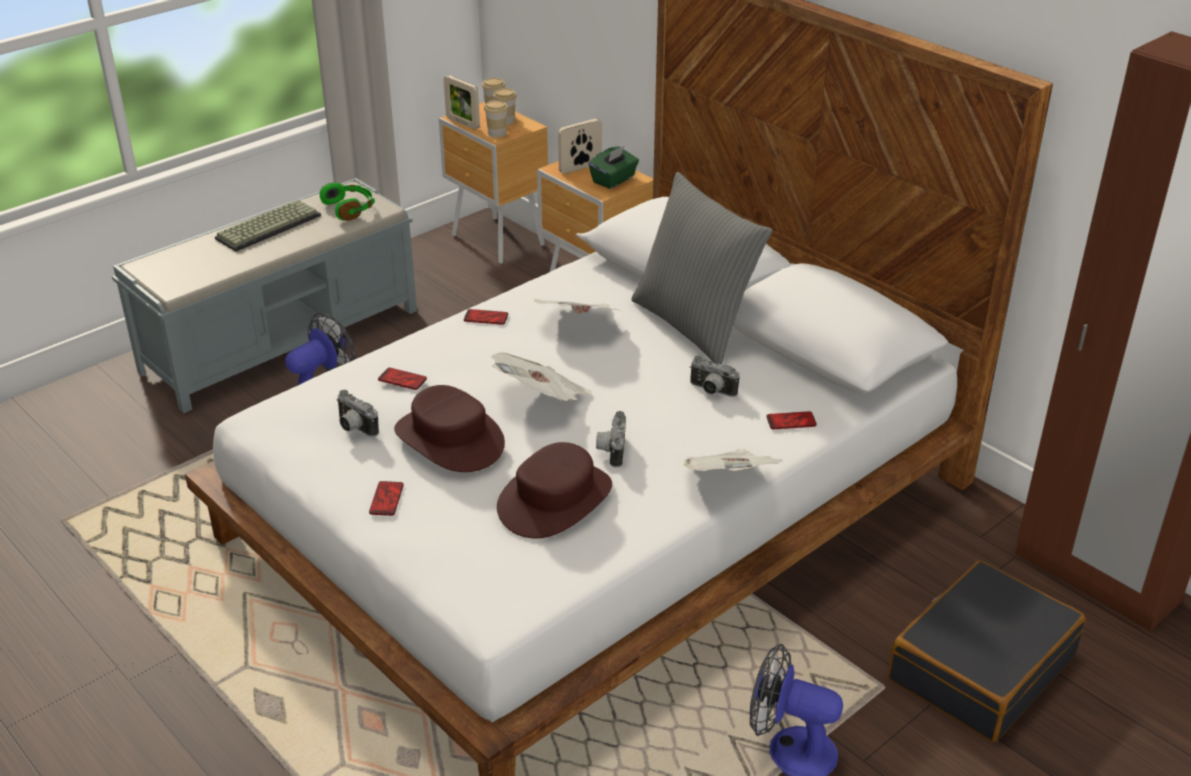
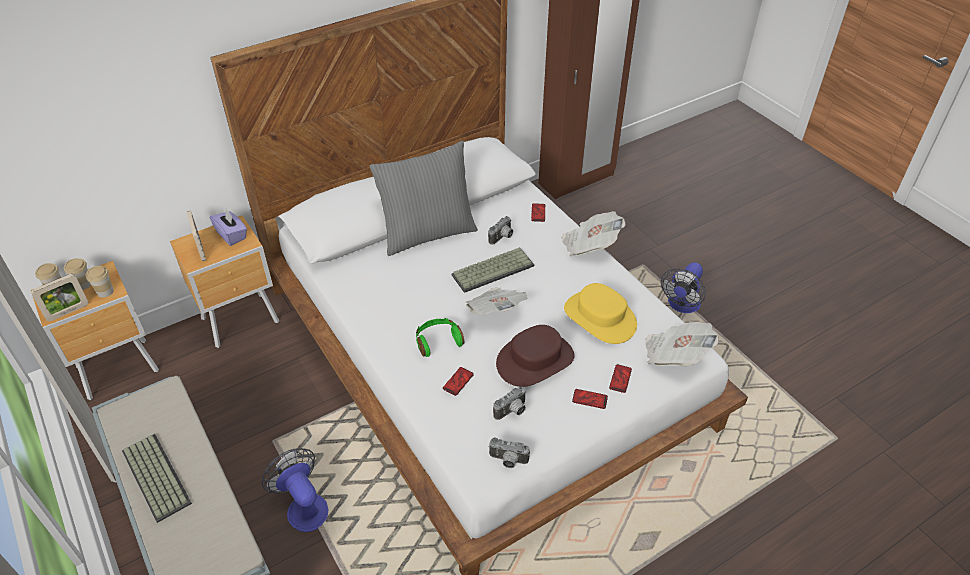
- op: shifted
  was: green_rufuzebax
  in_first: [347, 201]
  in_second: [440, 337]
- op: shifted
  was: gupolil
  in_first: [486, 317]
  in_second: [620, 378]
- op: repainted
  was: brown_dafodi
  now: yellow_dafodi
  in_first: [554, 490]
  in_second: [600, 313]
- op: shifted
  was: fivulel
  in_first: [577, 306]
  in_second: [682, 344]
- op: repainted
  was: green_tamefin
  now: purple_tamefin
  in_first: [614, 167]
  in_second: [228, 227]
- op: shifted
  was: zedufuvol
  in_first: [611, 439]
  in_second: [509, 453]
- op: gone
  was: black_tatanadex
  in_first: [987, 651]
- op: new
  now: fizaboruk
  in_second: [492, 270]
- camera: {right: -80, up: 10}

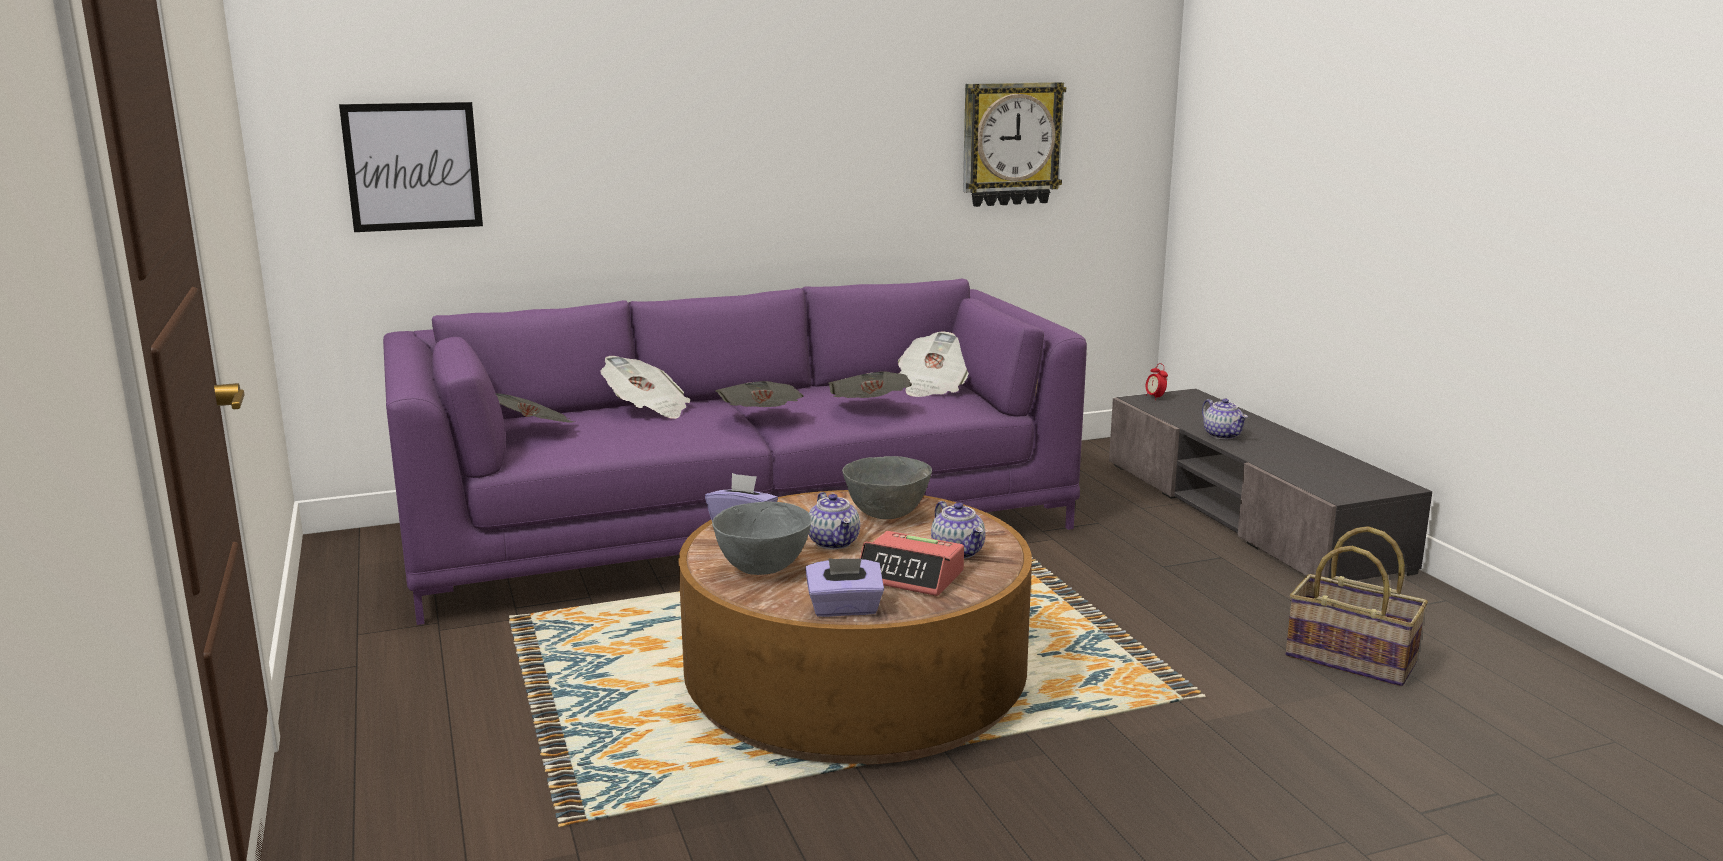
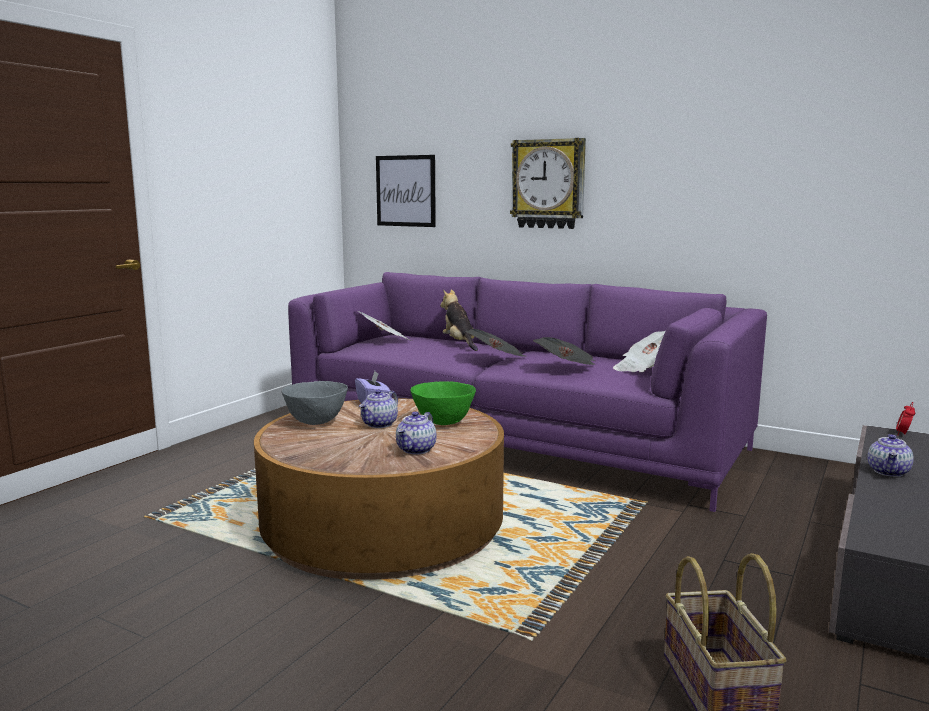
- op: swapped
  was: fivulel
  now: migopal
  in_first: [645, 387]
  in_second: [459, 320]
- op: gone
  was: purple_tamefin
  in_first: [844, 587]
- op: repainted
  was: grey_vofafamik
  now: green_vofafamik
  in_first: [887, 487]
  in_second: [443, 403]
- op: gone
  was: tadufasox
  in_first: [912, 563]
- op: shifted
  was: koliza
  in_first: [1014, 144]
  in_second: [548, 183]
- camera: {right: 50, up: -5}

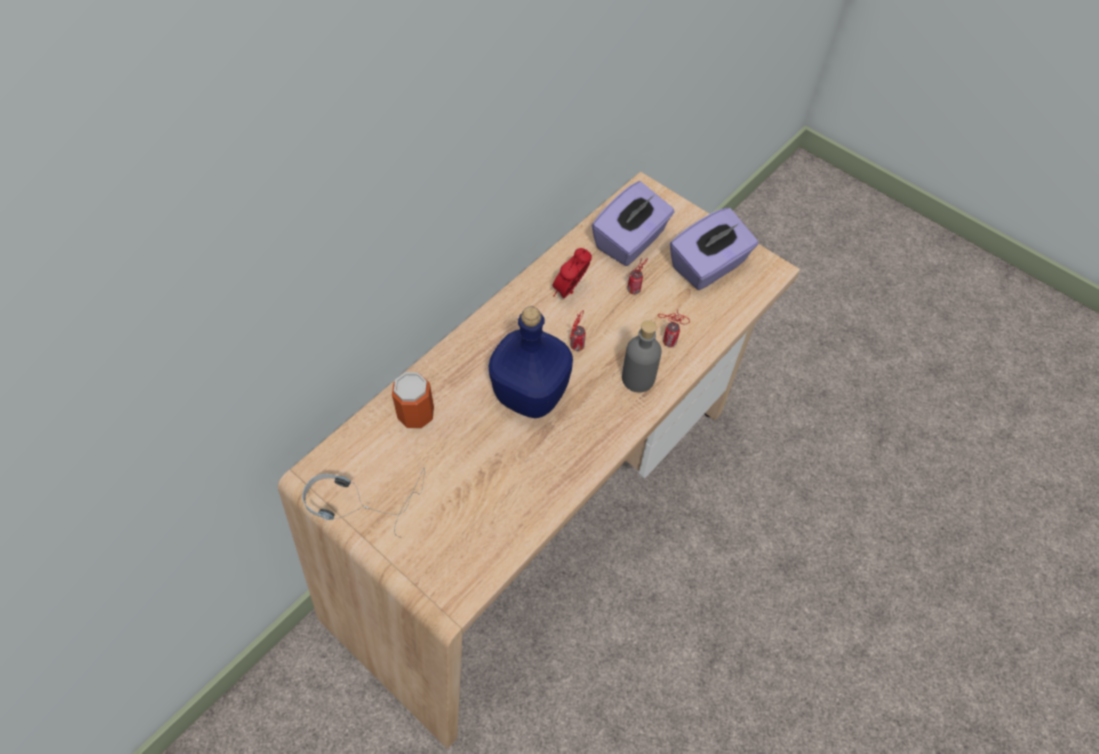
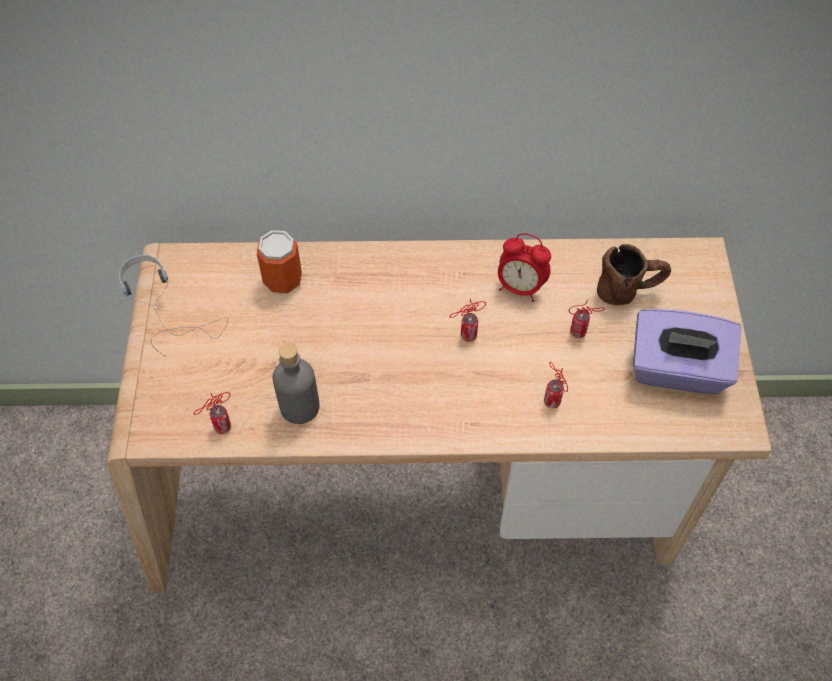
- op: gone
  was: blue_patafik
  in_first: [531, 362]
- op: rotated
  was: tadufasox
  in_first: [572, 273]
  in_second: [524, 267]
  clockwise: -150
- op: swapped
  was: purple_tamefin
  now: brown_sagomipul
  in_first: [633, 223]
  in_second: [634, 274]
- op: shifted
  was: grey_patafik
  in_first: [642, 356]
  in_second: [296, 383]
- op: new
  now: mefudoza
  in_second: [212, 413]
- camera: {right: 50, up: 0}

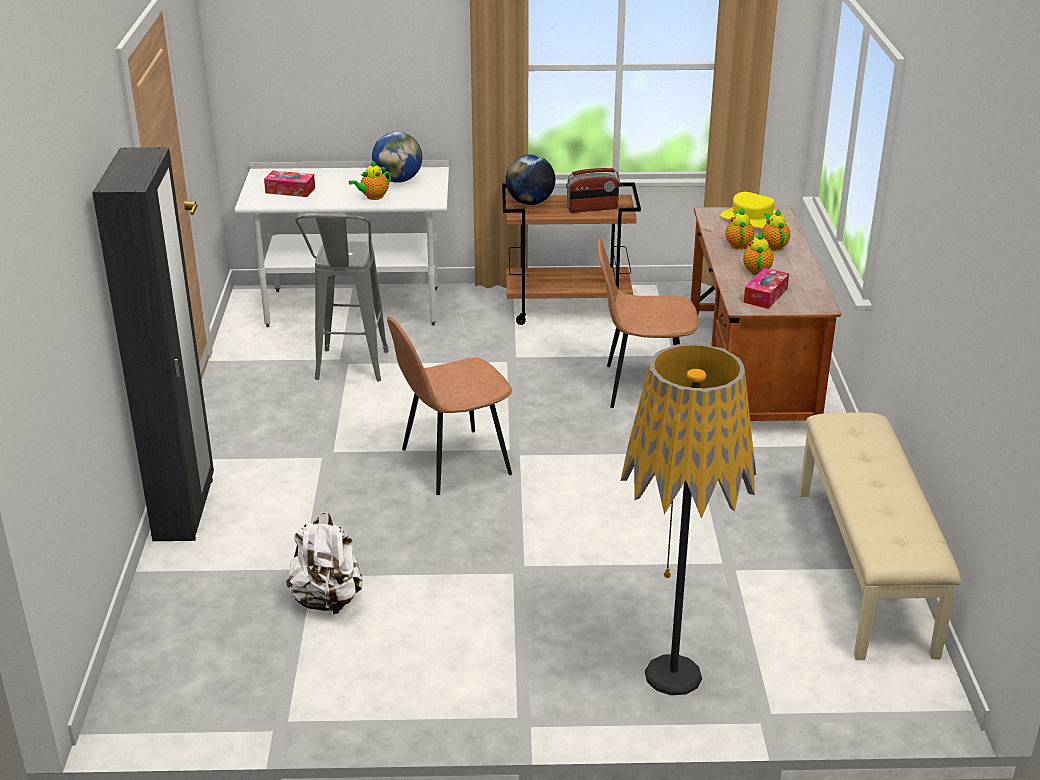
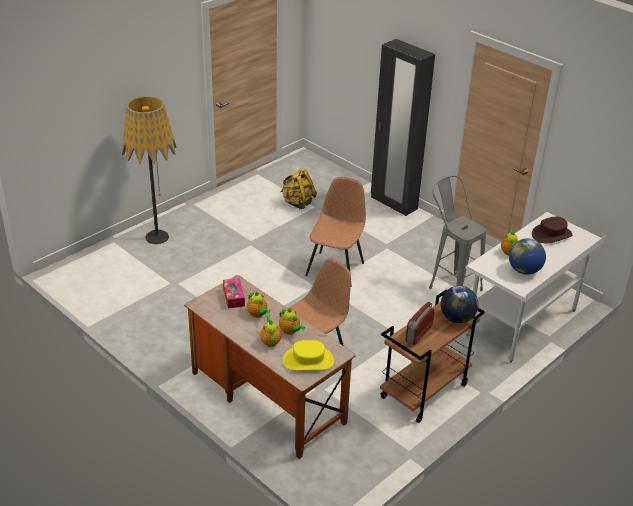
- op: swapped
  was: tamefin
  now: brown_dafodi
  in_first: [289, 184]
  in_second: [552, 230]
- op: repainted
  was: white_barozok
  now: yellow_barozok
  in_first: [324, 563]
  in_second: [298, 188]
- op: rotated
  was: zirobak
  in_first: [775, 230]
  in_second: [270, 331]
  clockwise: -135
- op: gone
  was: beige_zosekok
  in_first: [880, 536]
- camera: {right: 135, up: 5}

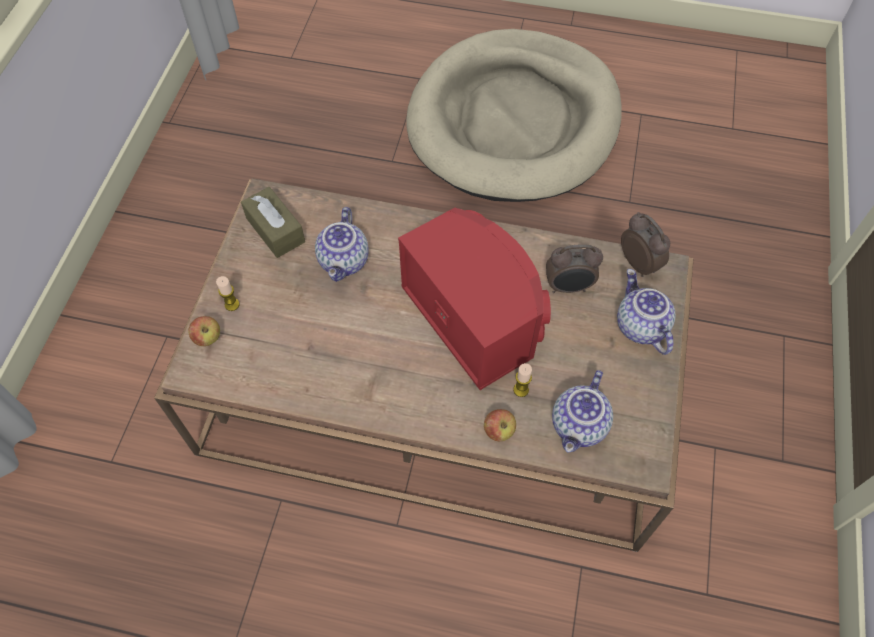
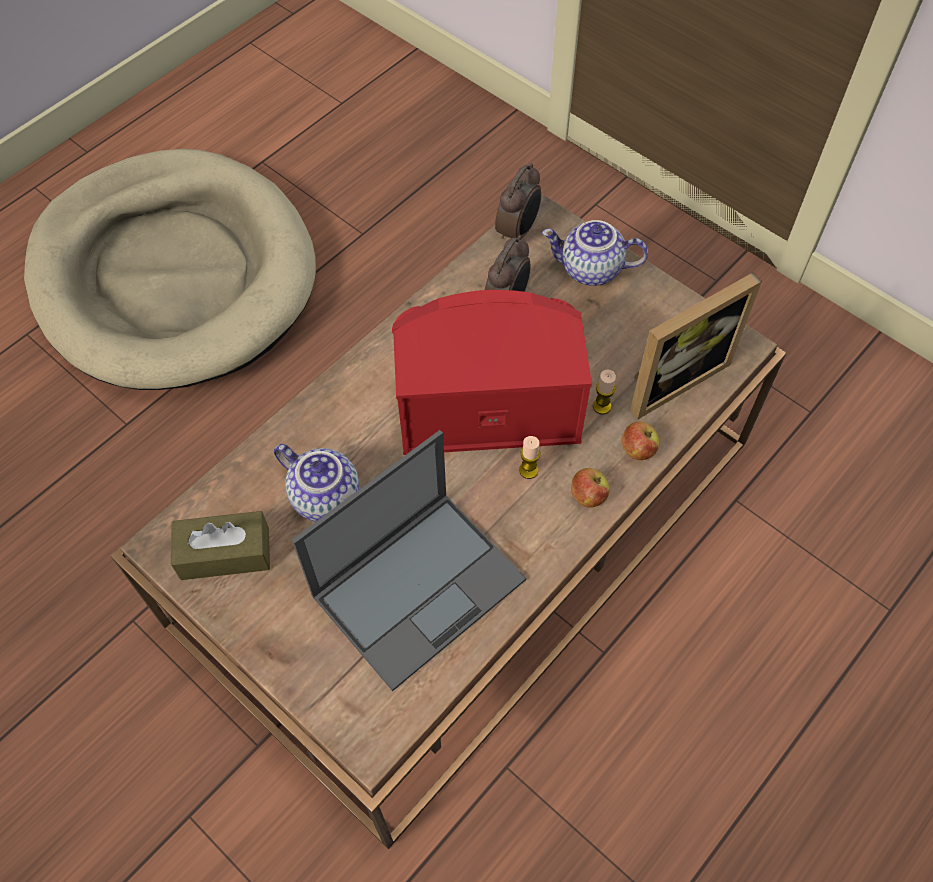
- op: shifted
  was: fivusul
  in_first: [204, 331]
  in_second: [590, 488]
- op: shifted
  was: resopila
  in_first: [227, 293]
  in_second: [530, 457]
- op: swapped
  was: zirobak
  now: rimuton
  in_first: [582, 411]
  in_second: [696, 346]
- op: rotated
  was: tadufasox
  in_first: [645, 244]
  in_second: [518, 201]
  clockwise: 120
- op: new
  now: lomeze
  in_second: [409, 560]
- camera: {right: -60, up: 0}

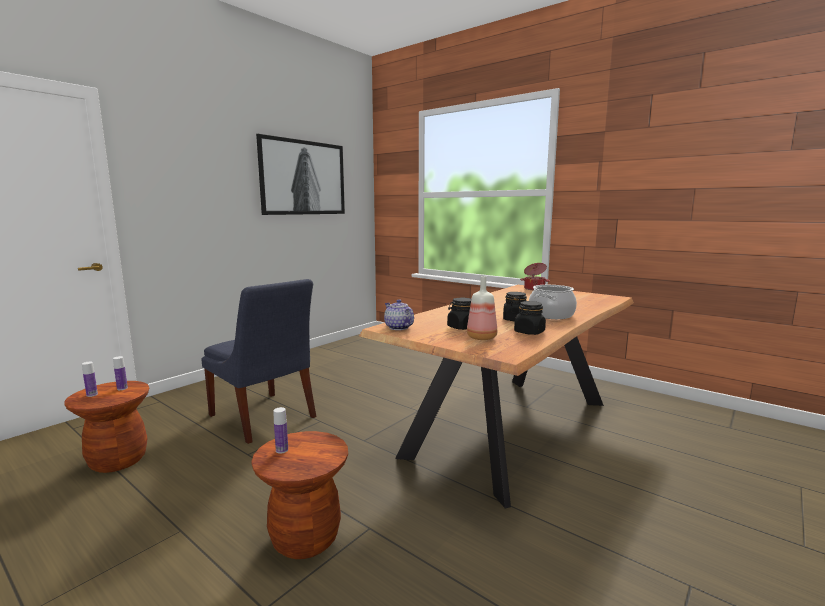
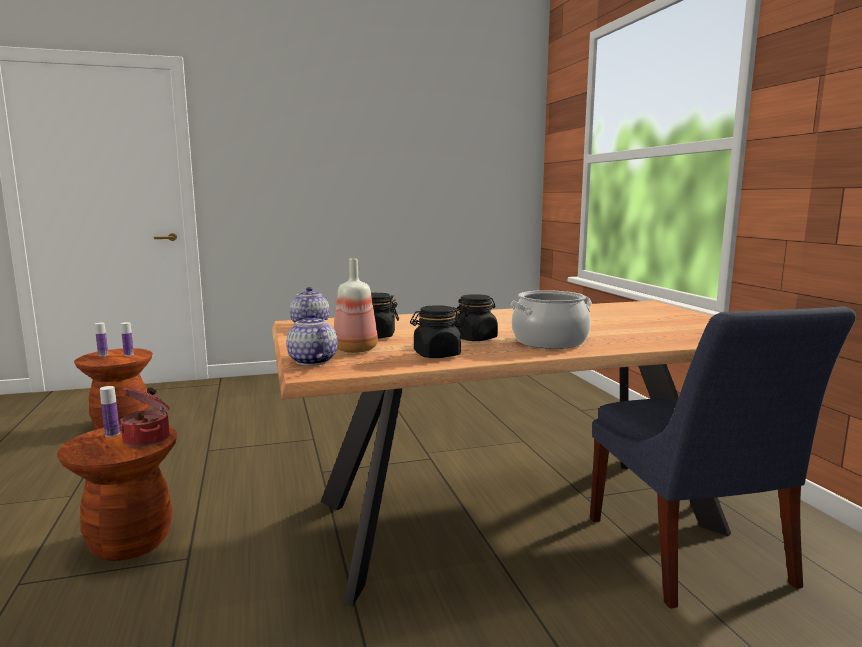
- op: shifted
  was: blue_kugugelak
  in_first: [258, 361]
  in_second: [723, 457]
- op: gone
  was: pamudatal
  in_first: [300, 174]
- op: shifted
  was: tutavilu
  in_first: [535, 276]
  in_second: [144, 417]
- op: new
  now: zirobak
  in_second: [312, 339]
- camera: {right: 35, up: 0}

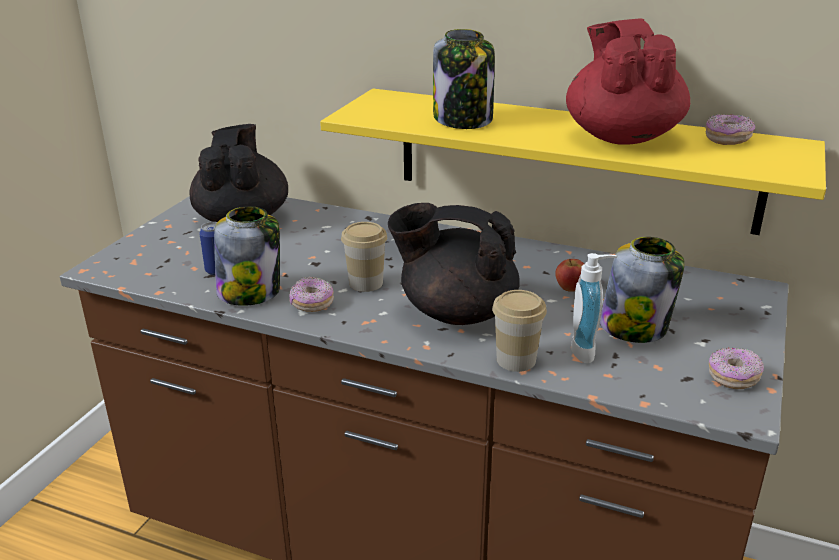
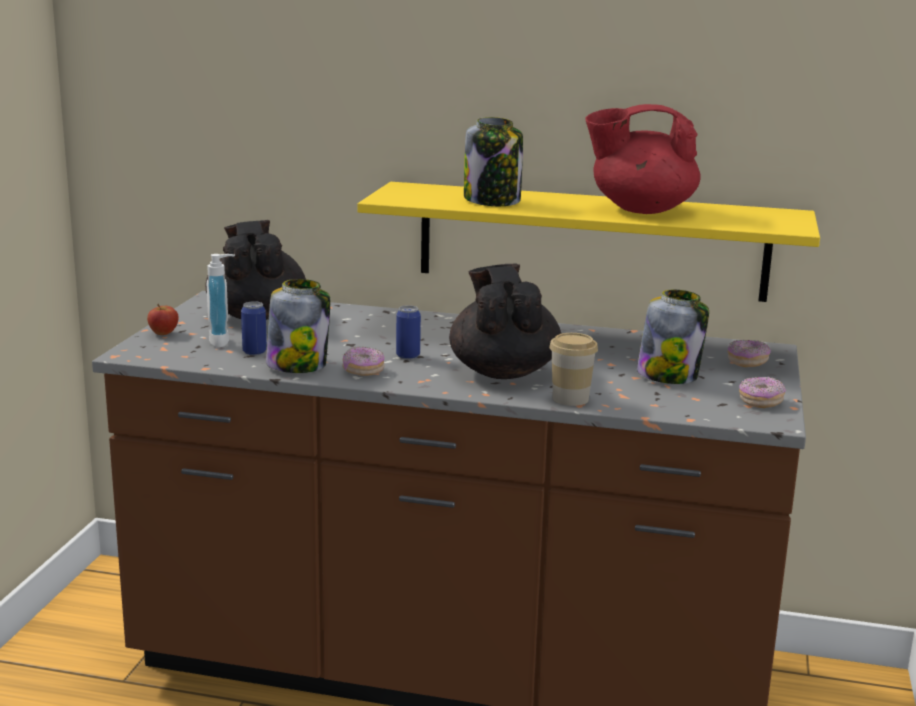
- op: swapped
  was: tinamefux
  now: mefudoza
  in_first: [364, 257]
  in_second: [408, 332]
- op: rotated
  was: black_zirobak
  in_first: [454, 264]
  in_second: [505, 321]
  clockwise: 75
- op: shifted
  was: fivusul
  in_first: [569, 275]
  in_second: [163, 319]
- op: rotated
  was: red_zirobak
  in_first: [628, 81]
  in_second: [643, 159]
  clockwise: -75
- op: shifted
  was: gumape
  in_first: [594, 308]
  in_second: [221, 301]
- op: shifted
  was: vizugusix
  in_first: [730, 129]
  in_second: [749, 353]
- camera: {right: -10, up: -10}

